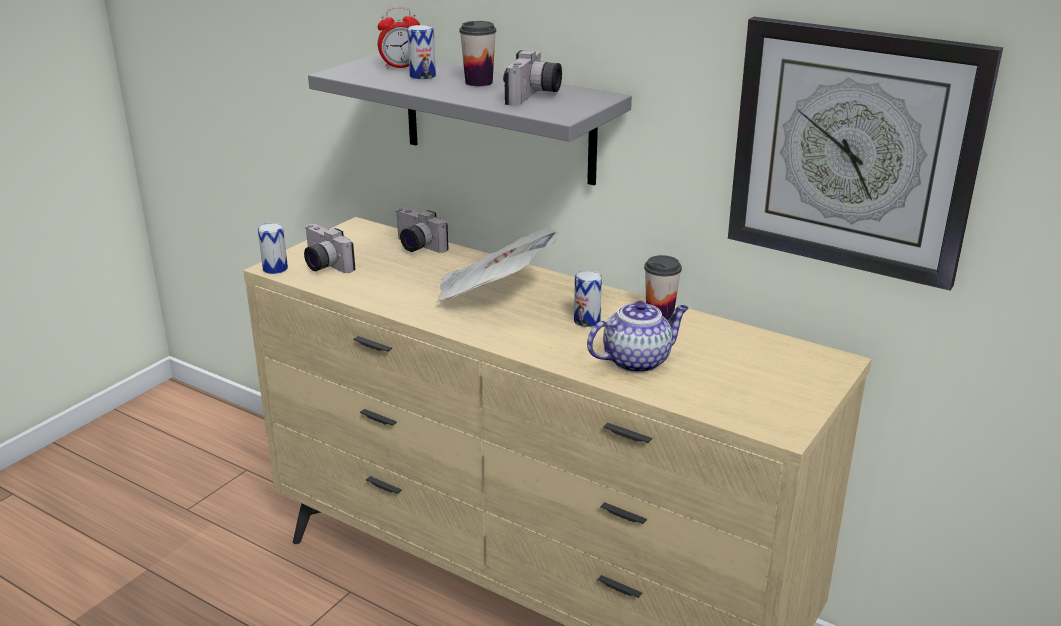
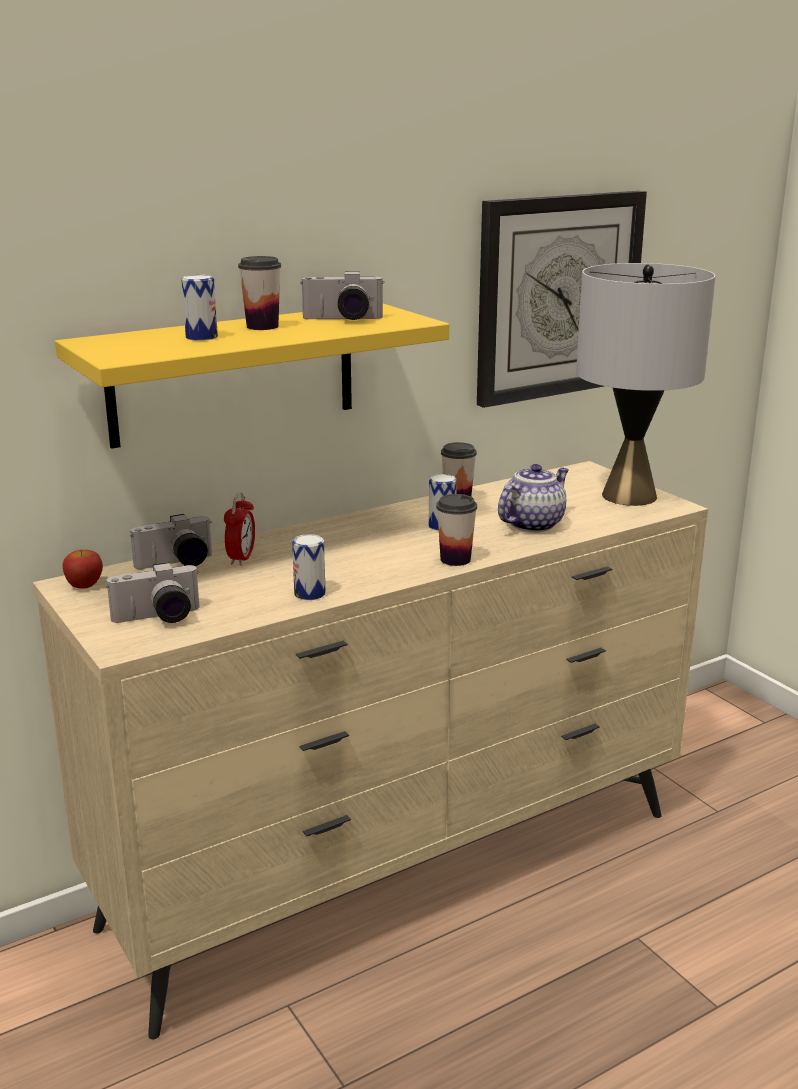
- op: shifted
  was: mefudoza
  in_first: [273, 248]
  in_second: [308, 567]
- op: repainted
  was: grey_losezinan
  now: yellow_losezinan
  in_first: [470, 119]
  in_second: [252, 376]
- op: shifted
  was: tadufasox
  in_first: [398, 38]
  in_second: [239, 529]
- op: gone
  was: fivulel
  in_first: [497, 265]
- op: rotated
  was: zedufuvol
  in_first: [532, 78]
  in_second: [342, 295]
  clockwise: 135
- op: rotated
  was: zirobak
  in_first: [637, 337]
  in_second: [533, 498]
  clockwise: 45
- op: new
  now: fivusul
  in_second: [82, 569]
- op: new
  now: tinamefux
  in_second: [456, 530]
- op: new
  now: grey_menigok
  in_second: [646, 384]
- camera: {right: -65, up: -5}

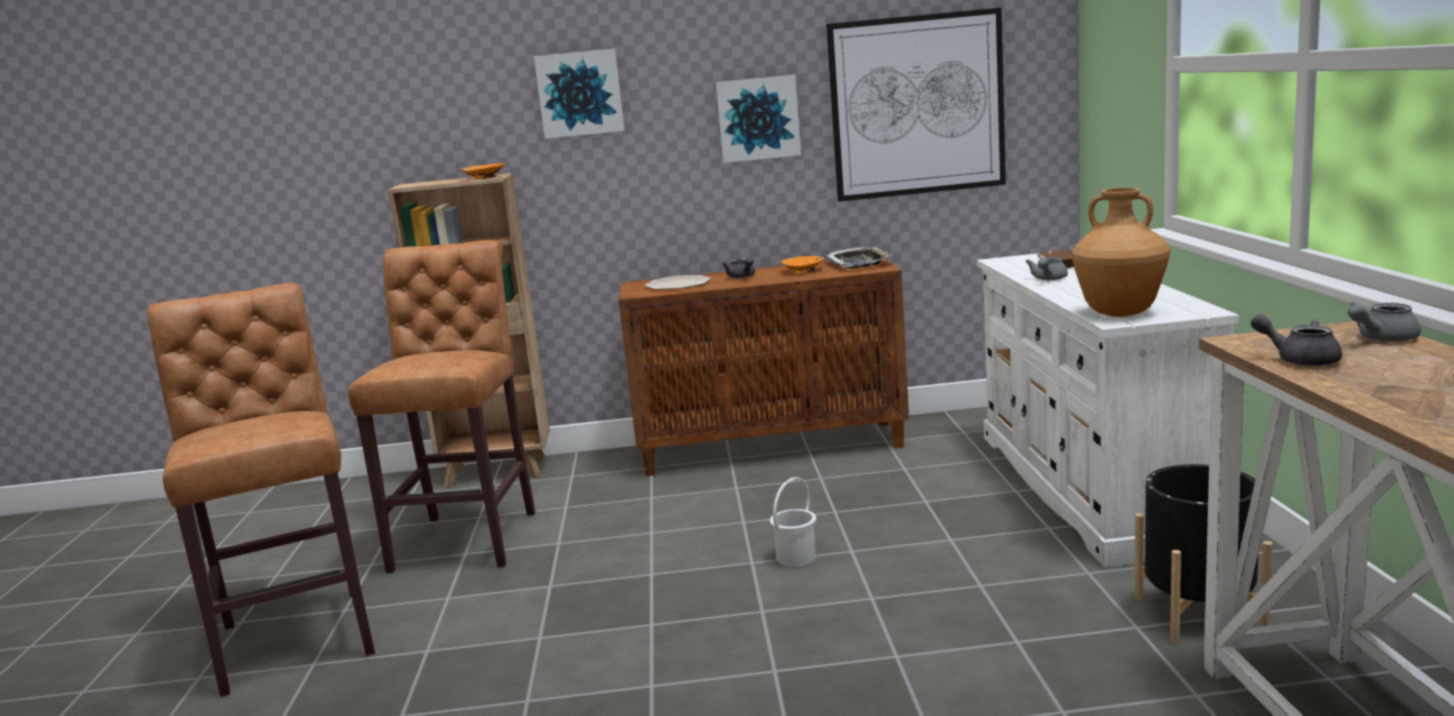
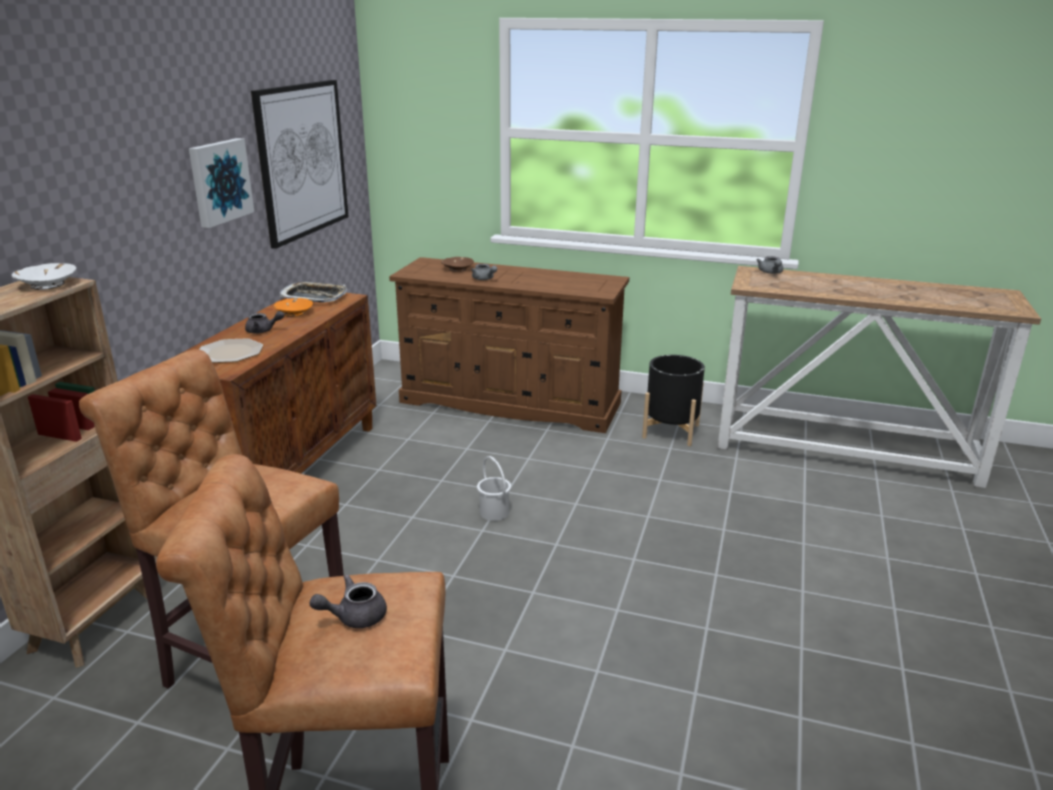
- op: repainted
  was: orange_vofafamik
  now: white_vofafamik
  in_first: [482, 171]
  in_second: [44, 276]
- op: gone
  was: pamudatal
  in_first: [579, 94]
- op: repainted
  was: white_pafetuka
  now: brown_pafetuka
  in_first: [1108, 410]
  in_second: [509, 345]
- op: gone
  was: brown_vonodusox
  in_first: [1121, 252]
- op: shifted
  was: grey_zirobak
  in_first: [1296, 340]
  in_second: [348, 601]
- camera: {right: -70, up: 10}

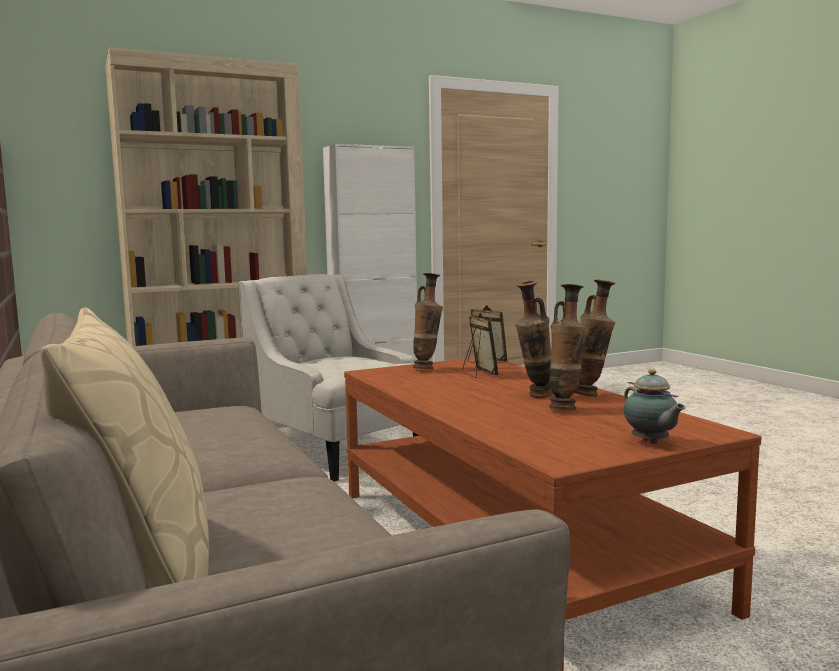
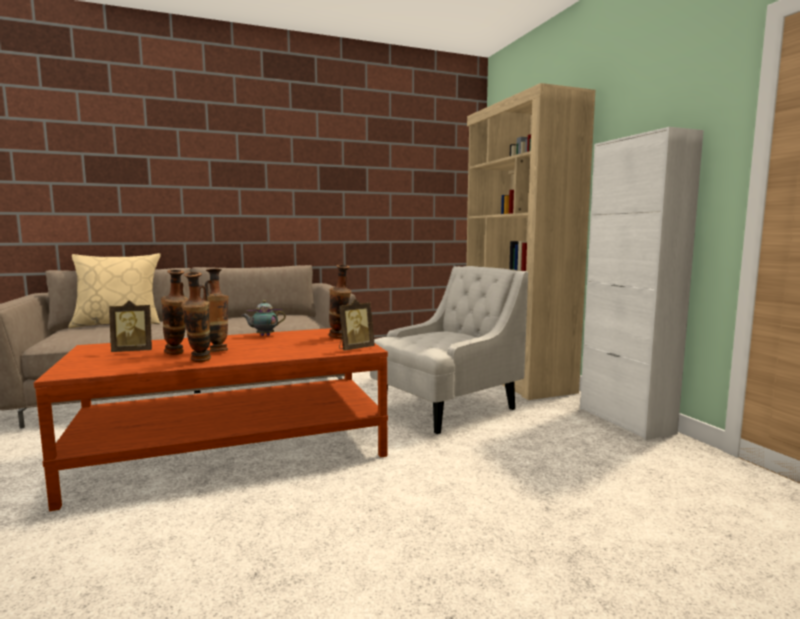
- op: shifted
  was: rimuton
  in_first: [480, 345]
  in_second: [130, 326]
- op: shifted
  was: zirobak
  in_first: [655, 406]
  in_second: [264, 318]
- camera: {right: 95, up: 0}

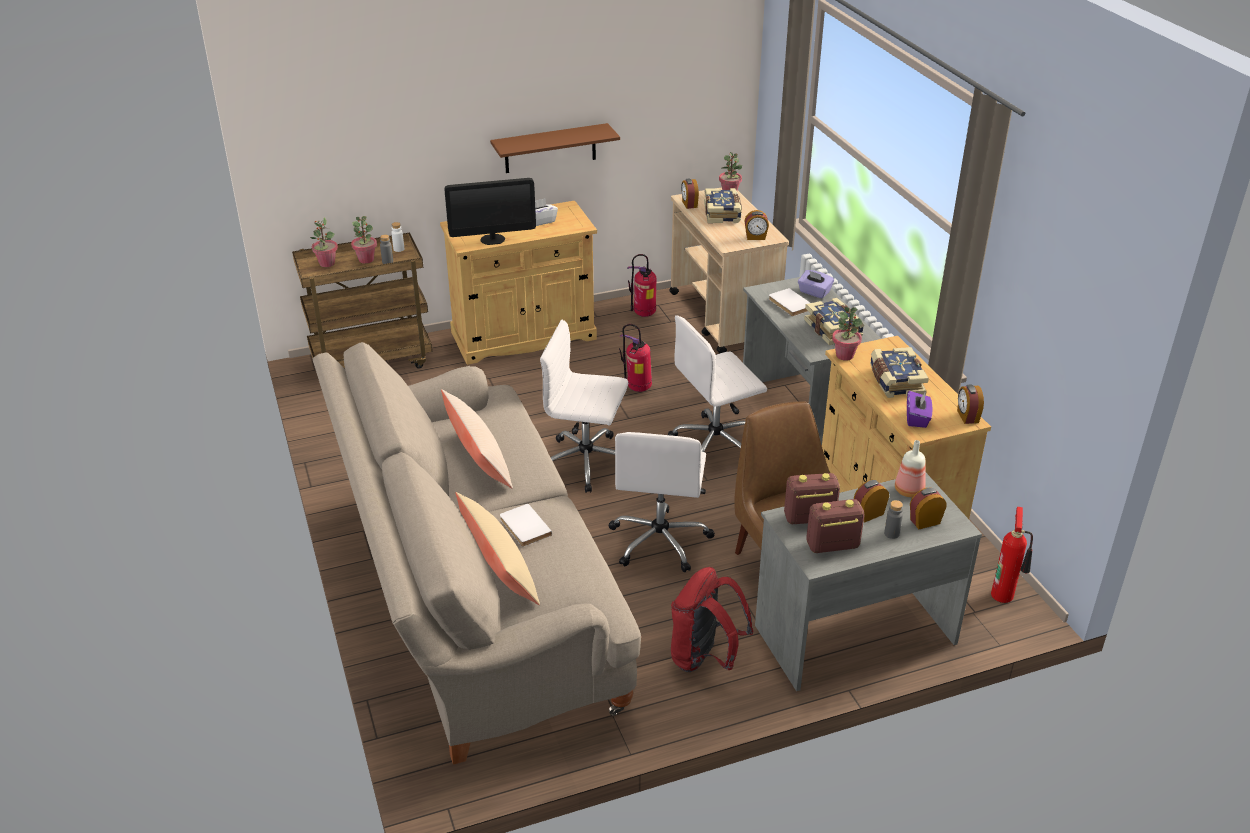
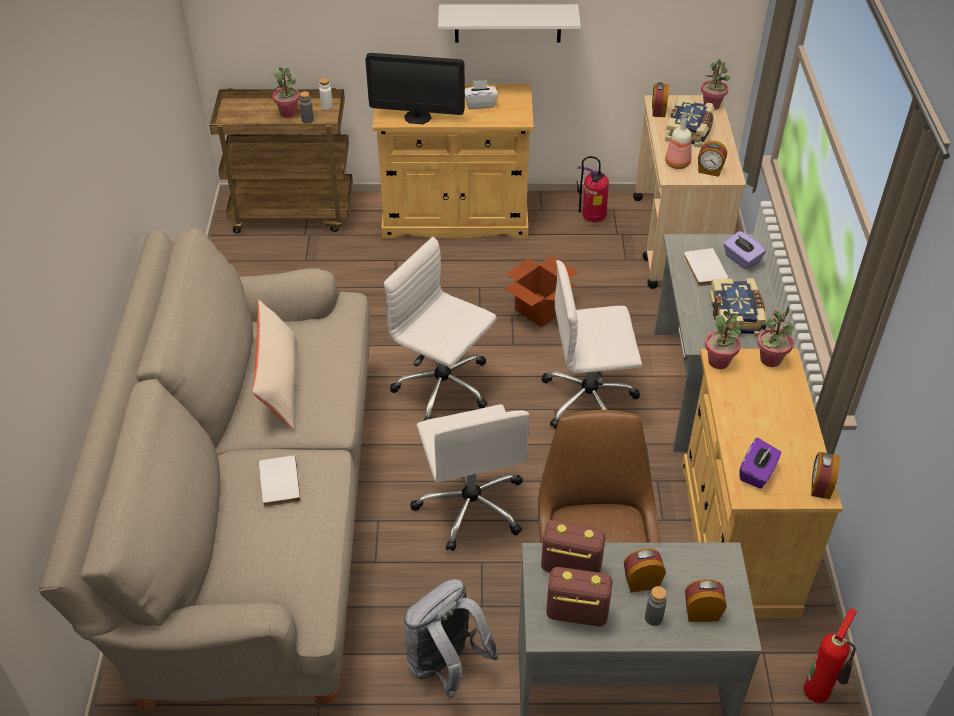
- op: shifted
  was: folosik
  in_first: [324, 242]
  in_second: [776, 336]
- op: gone
  was: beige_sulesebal
  in_first: [498, 548]
- op: repainted
  was: brown_losezinan
  now: white_losezinan
  in_first: [555, 148]
  in_second: [509, 23]
- op: rotated
  was: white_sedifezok
  in_first: [661, 502]
  in_second: [470, 477]
  clockwise: -45
- op: swapped
  was: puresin
  now: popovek
  in_first: [635, 358]
  in_second: [541, 291]
- op: repainted
  was: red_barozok
  now: grey_barozok
  in_first: [712, 619]
  in_second: [451, 638]
- op: gone
  was: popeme
  in_first: [899, 372]
- op: shifted
  was: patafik
  in_first: [910, 468]
  in_second: [678, 143]
- camera: {right: 20, up: 10}

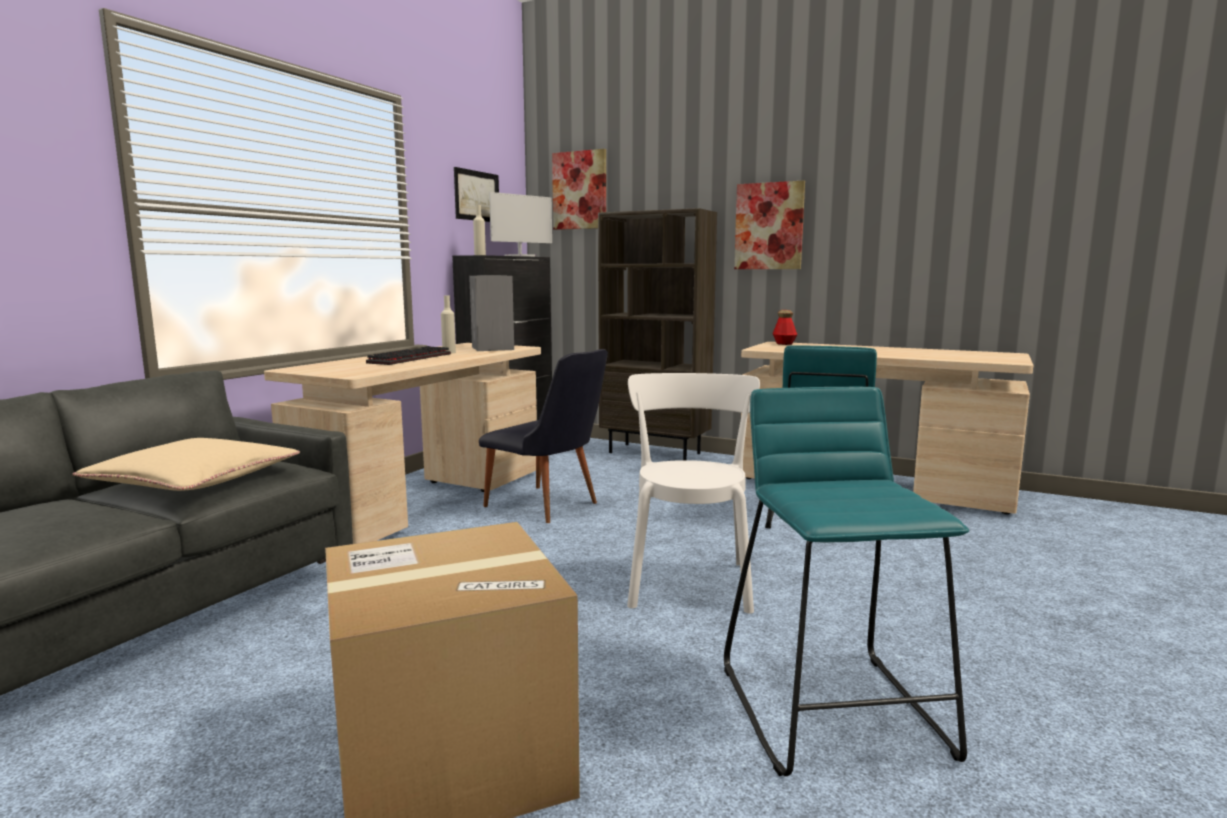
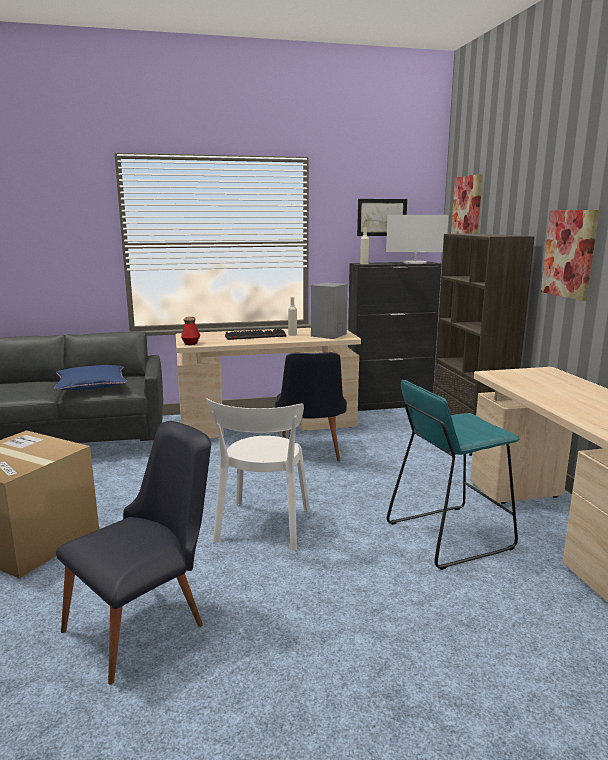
- op: repainted
  was: beige_sulesebal
  now: blue_sulesebal
  in_first: [186, 464]
  in_second: [91, 377]
- op: rotated
  was: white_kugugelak
  in_first: [693, 493]
  in_second: [258, 474]
  clockwise: 135
- op: swapped
  was: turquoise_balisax
  now: black_kugugelak
  in_first: [846, 581]
  in_second: [133, 553]
- op: shifted
  was: patafik
  in_first: [784, 327]
  in_second: [190, 330]
- camera: {right: 50, up: 5}

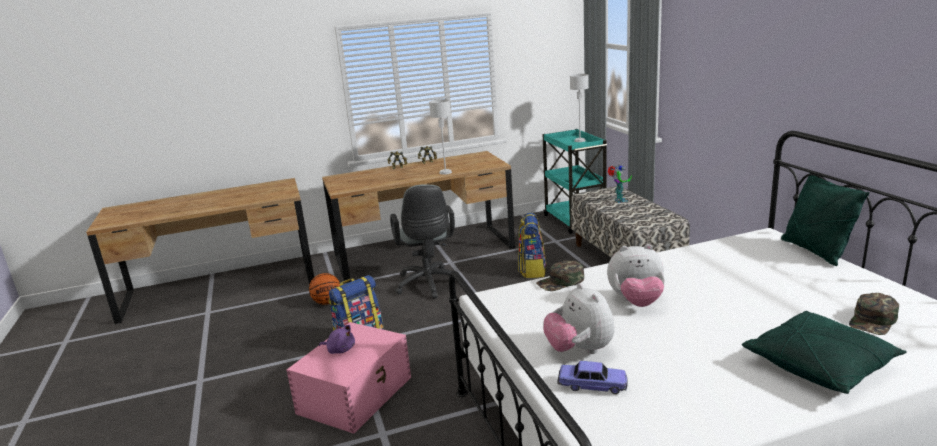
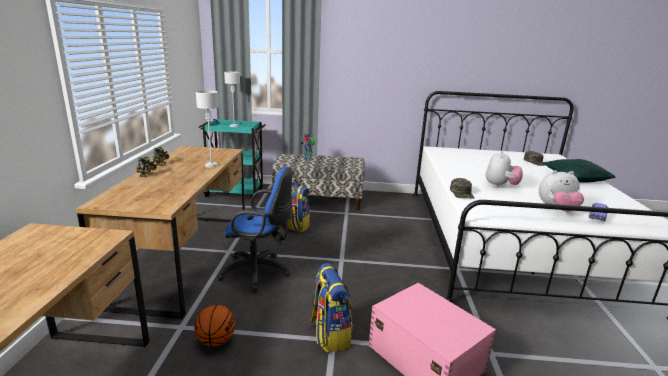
- op: gone
  was: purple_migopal
  in_first: [337, 339]
- op: repainted
  was: grey_sedifezok
  now: blue_sedifezok
  in_first: [426, 242]
  in_second: [254, 229]
- op: gone
  was: green_sulesebal
  in_first: [825, 219]
- camera: {right: -70, up: 0}

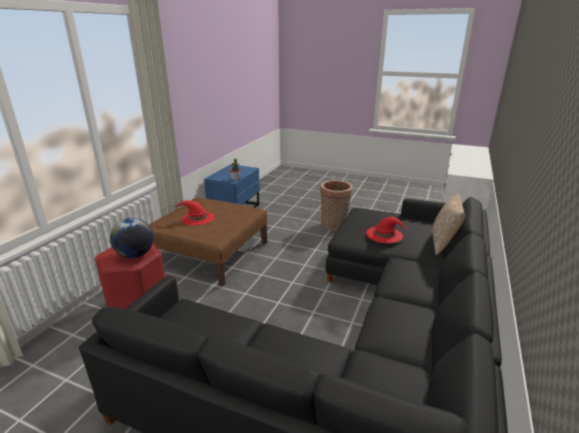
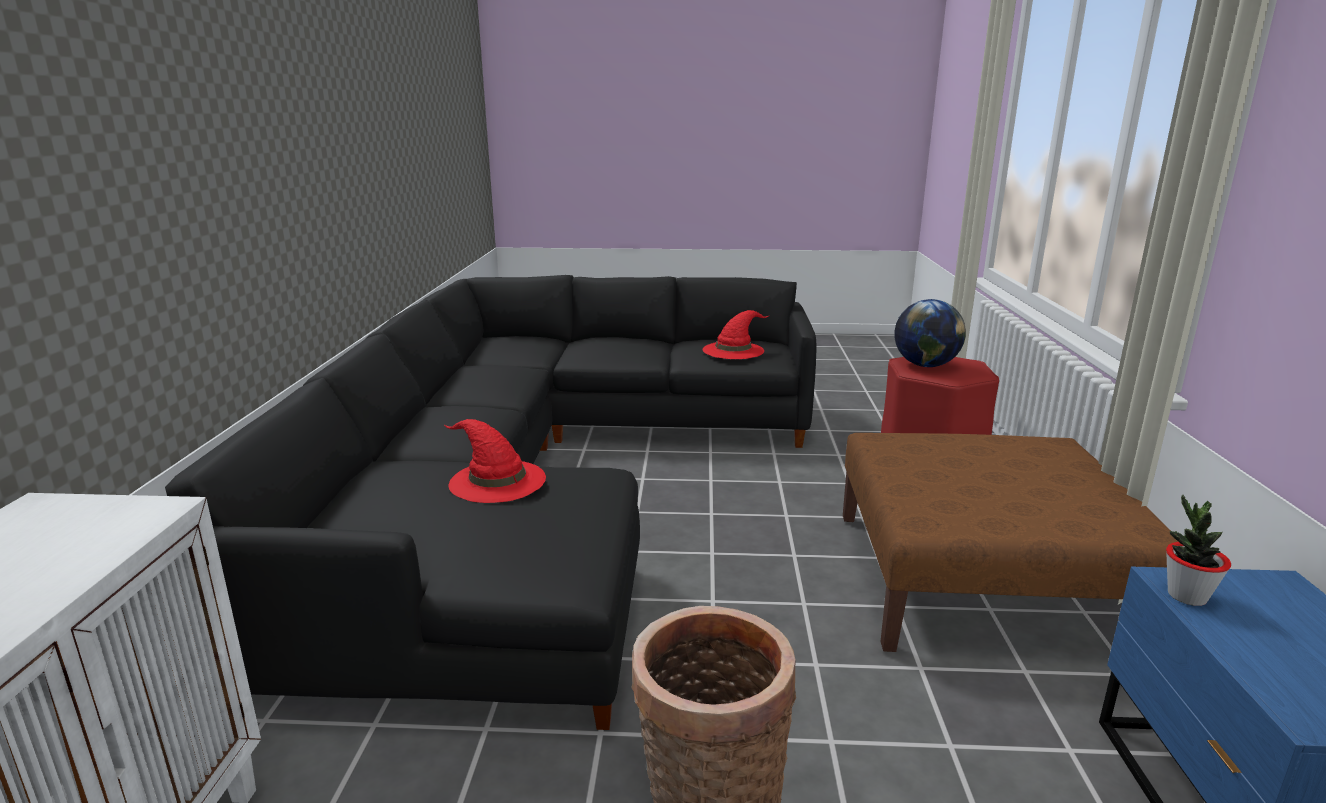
- op: shifted
  was: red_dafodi
  in_first: [193, 212]
  in_second: [735, 334]
- op: gone
  was: sulesebal
  in_first: [448, 224]
- camera: {right: 160, up: -5}

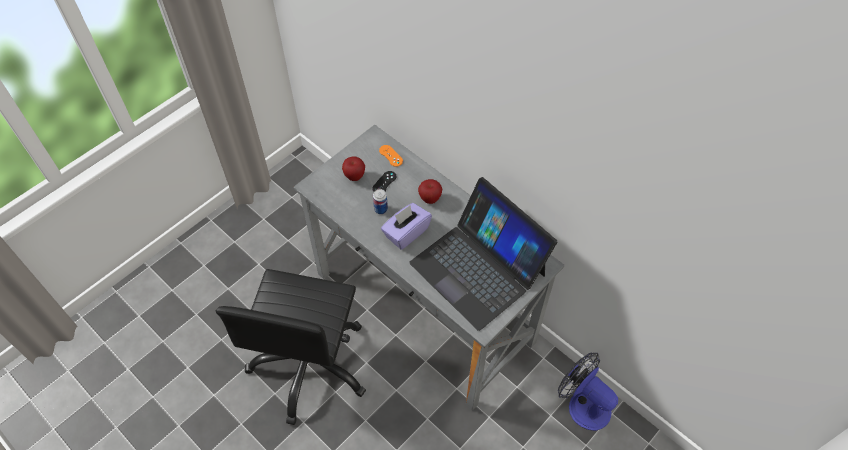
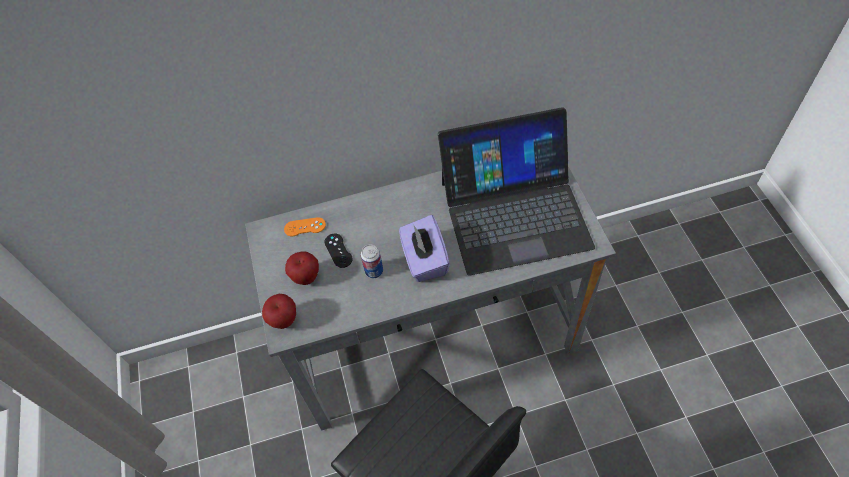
- op: shifted
  was: fivusul
  in_first: [430, 191]
  in_second: [279, 311]
- op: gone
  was: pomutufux
  in_first: [588, 392]
- camera: {right: -55, up: 0}

